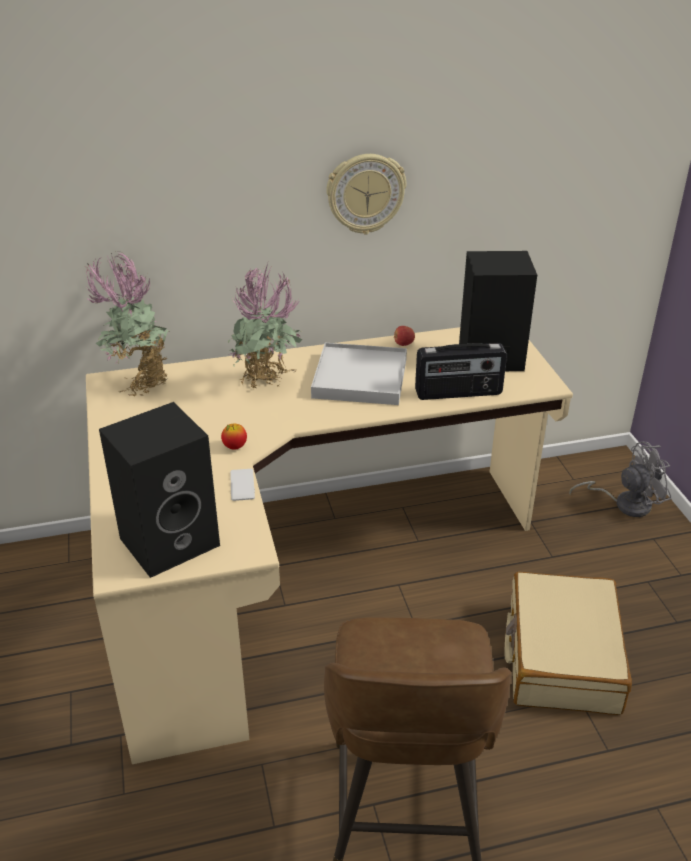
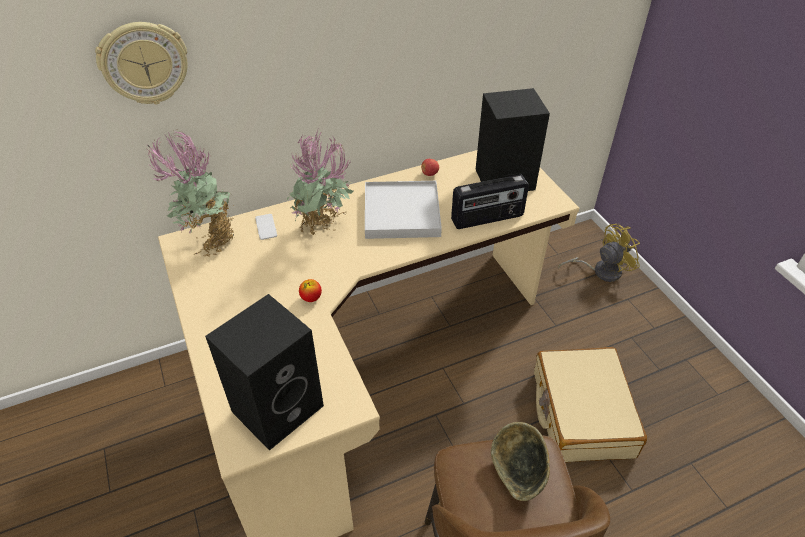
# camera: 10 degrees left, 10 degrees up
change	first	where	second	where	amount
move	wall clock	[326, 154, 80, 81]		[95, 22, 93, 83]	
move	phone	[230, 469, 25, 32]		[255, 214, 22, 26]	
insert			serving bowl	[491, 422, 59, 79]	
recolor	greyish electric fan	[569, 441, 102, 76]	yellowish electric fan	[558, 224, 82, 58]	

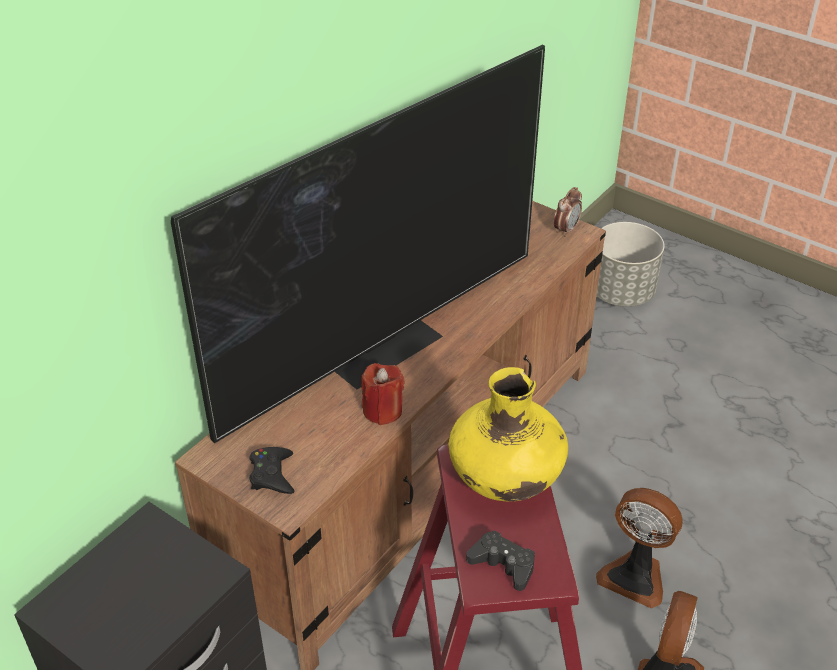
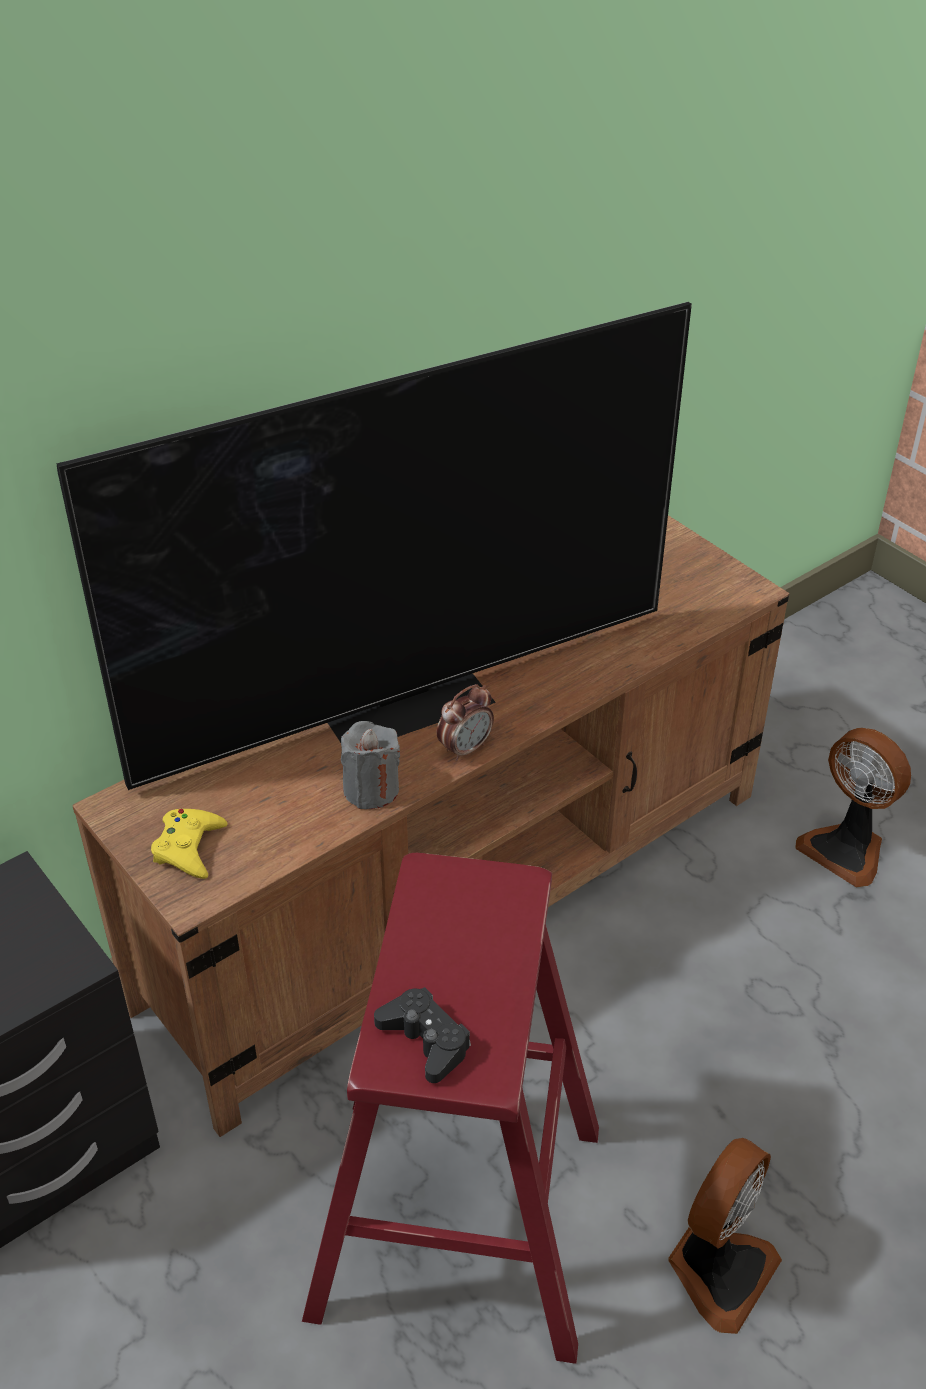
# camera: 15 degrees right, 0 degrees up
change	first	where	second	where	amount
recolor	blackish game controller	[249, 447, 45, 47]	yellowish game controller	[151, 809, 77, 70]	
recolor	reddish candle	[361, 363, 44, 62]	greyish candle	[341, 721, 59, 88]	
move	table clock	[554, 187, 28, 50]		[437, 684, 57, 78]	
move	electric fan	[596, 488, 87, 121]		[795, 728, 116, 160]	
delete	yellowish vase	[449, 367, 119, 135]			
delete	greyish flower pot	[597, 222, 68, 85]			

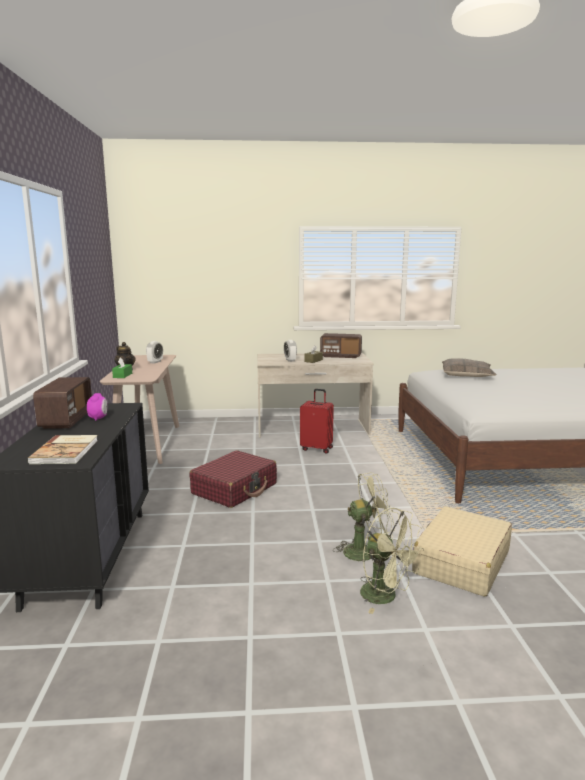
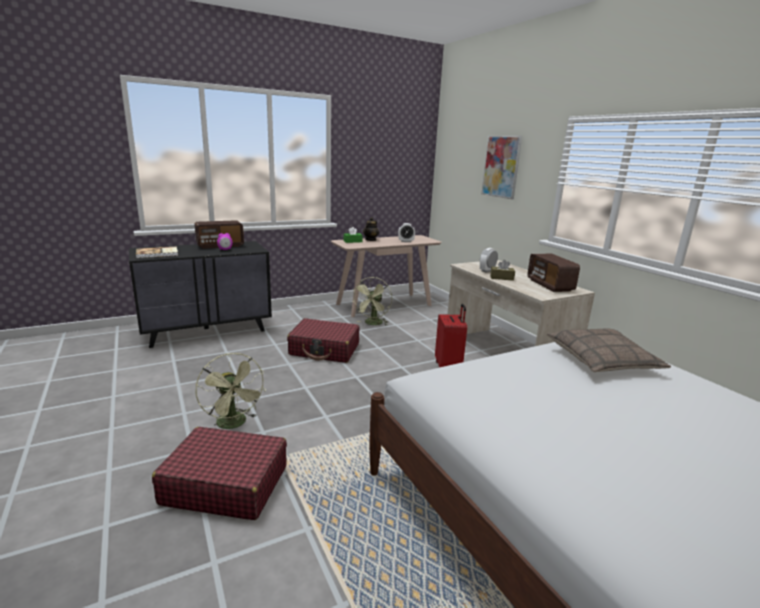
# camera: 65 degrees right, 5 degrees up
change	first	where	second	where	amount
recolor	sand-coloured piece of luggage	[412, 506, 100, 91]	reddish piece of luggage	[152, 427, 135, 93]	
move	green-coloured electric fan	[360, 508, 64, 106]		[353, 277, 39, 49]	
insert			picture	[481, 136, 41, 63]	

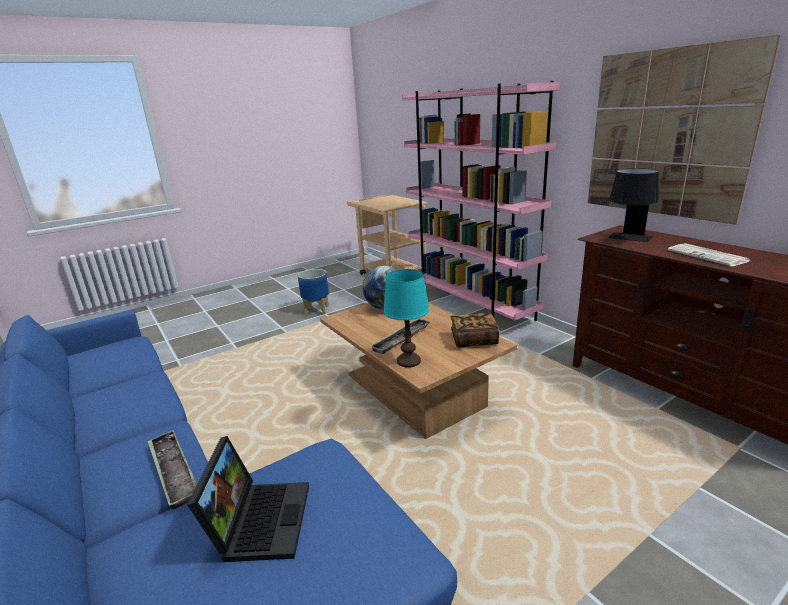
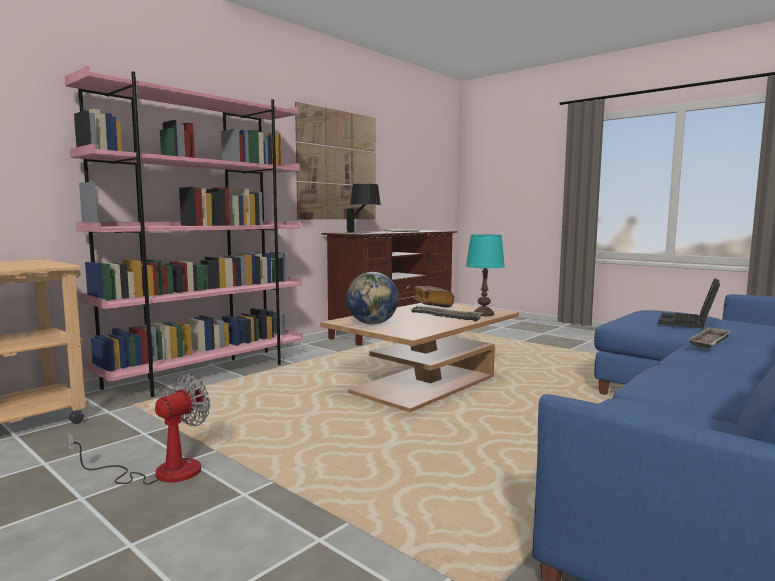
# camera: 105 degrees left, 15 degrees down
change	first	where	second	where	amount
replace	flower pot	[298, 269, 31, 46]	electric fan	[67, 374, 143, 111]	
rotate	portable computer	[187, 436, 122, 126]		[658, 278, 62, 50]	45 degrees counterclockwise

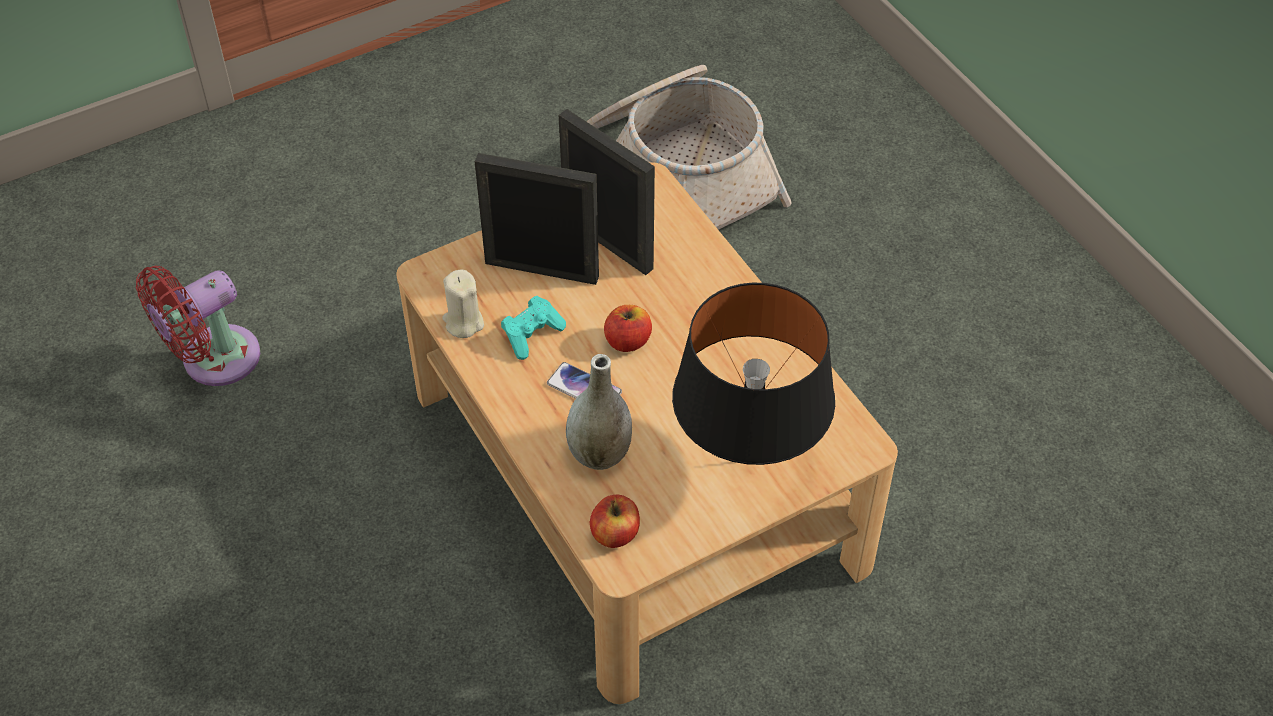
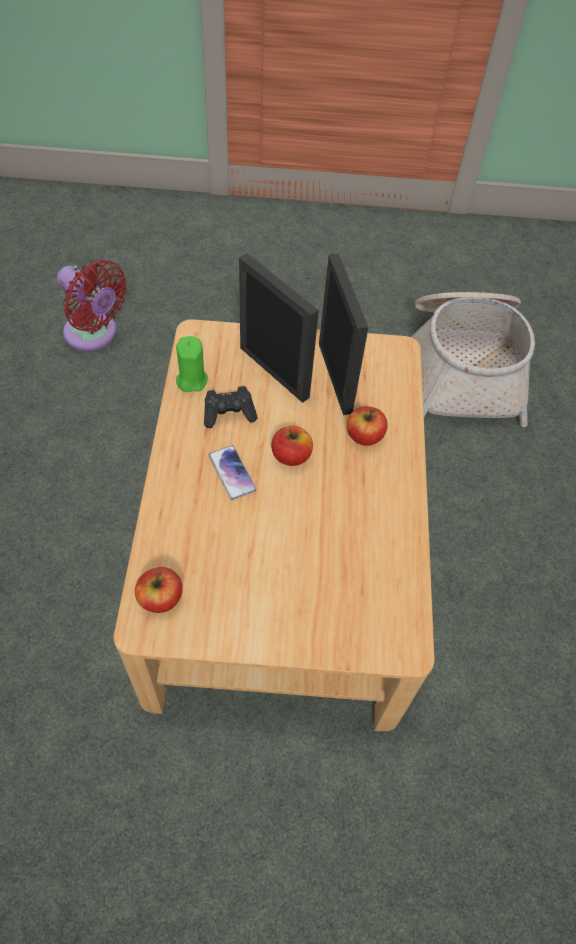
# camera: 30 degrees right, 5 degrees up
change	first	where	second	where	amount
rotate	reddish electric fan	[136, 266, 124, 120]		[57, 260, 70, 91]	135 degrees counterclockwise
recolor	sand-coloured candle	[442, 270, 42, 68]	green-coloured candle	[176, 336, 32, 56]	
recolor	blue-green game controller	[501, 296, 65, 64]	blackish game controller	[204, 386, 54, 42]	
insert			apple	[347, 406, 41, 40]	
delete	greyish vase	[566, 354, 66, 116]			
delete	blackish lamp for a table	[672, 283, 163, 182]			

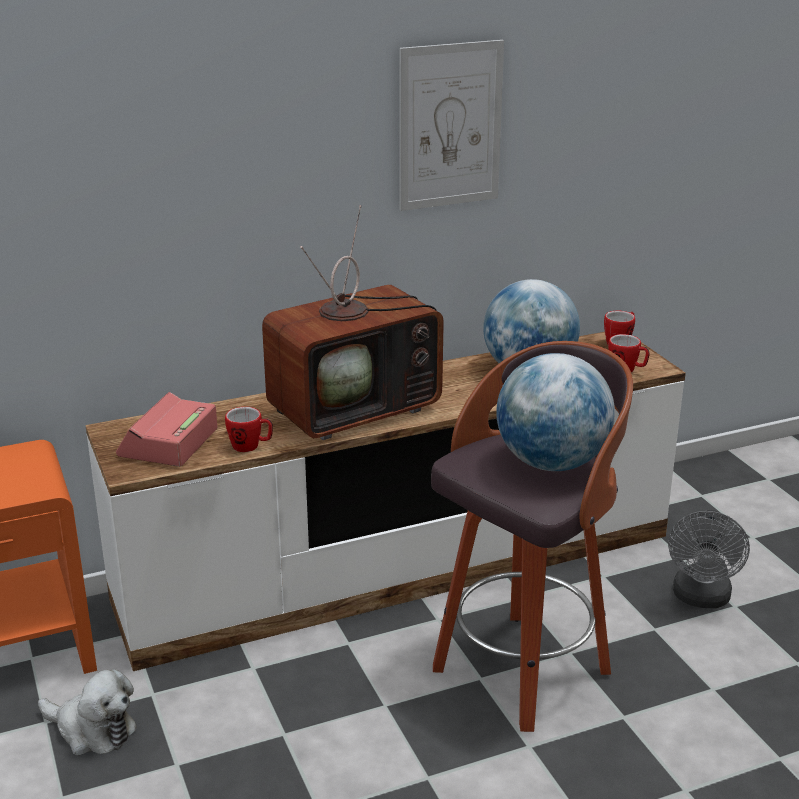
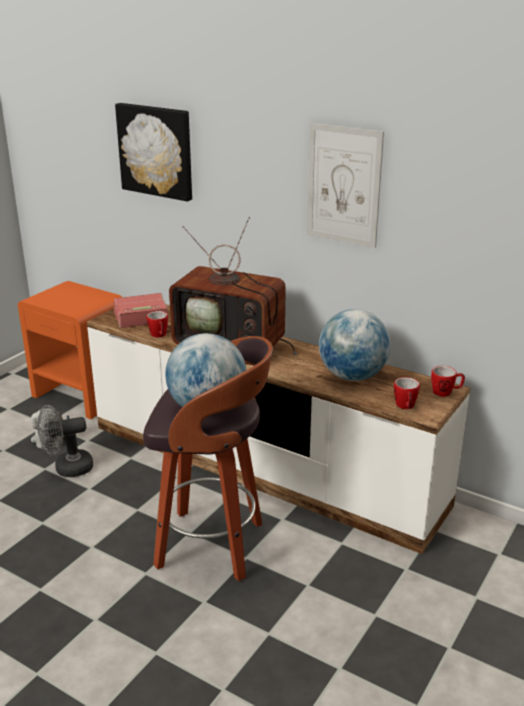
# camera: 55 degrees right, 0 degrees up
change	first	where	second	where	amount
move	greyish electric fan	[668, 510, 82, 98]		[37, 405, 56, 72]	
insert			picture	[115, 103, 77, 98]	

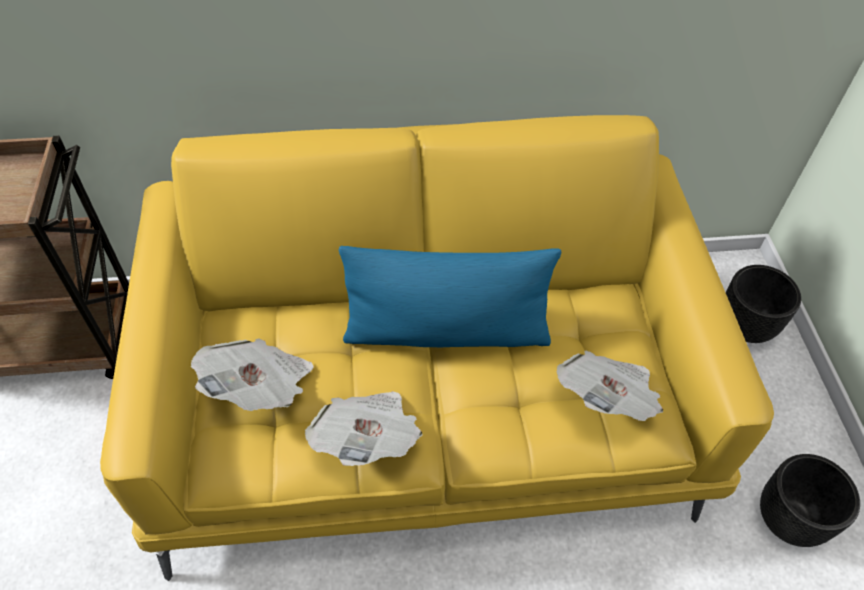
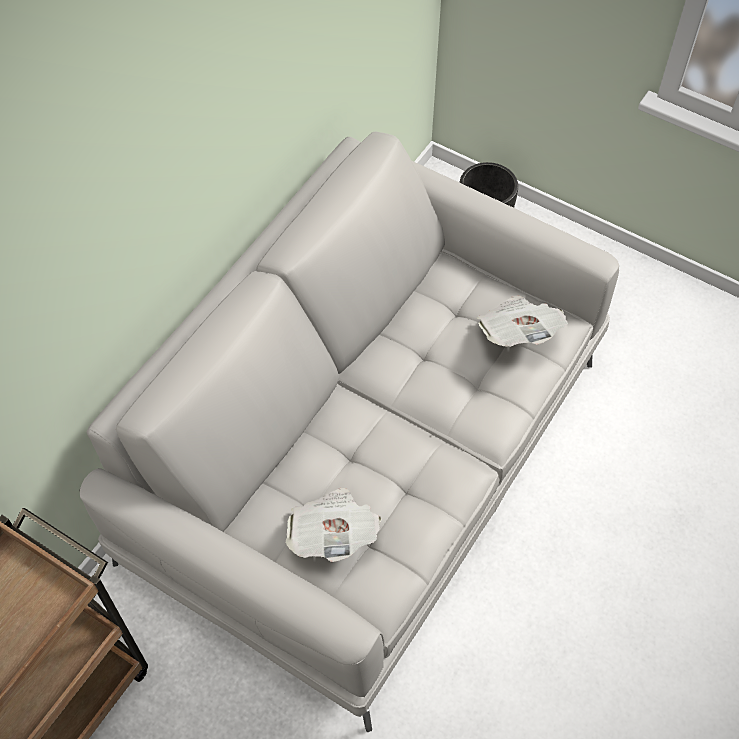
# camera: 50 degrees left, 5 degrees up
change	first	where	second	where	amount
recolor	yellowish settee	[100, 115, 674, 466]	greyish settee	[79, 131, 540, 601]	
delete	daily paper	[305, 391, 117, 75]			
delete	blue throw pillow	[339, 246, 223, 101]			
delete	blackish flower pot	[760, 454, 100, 93]			

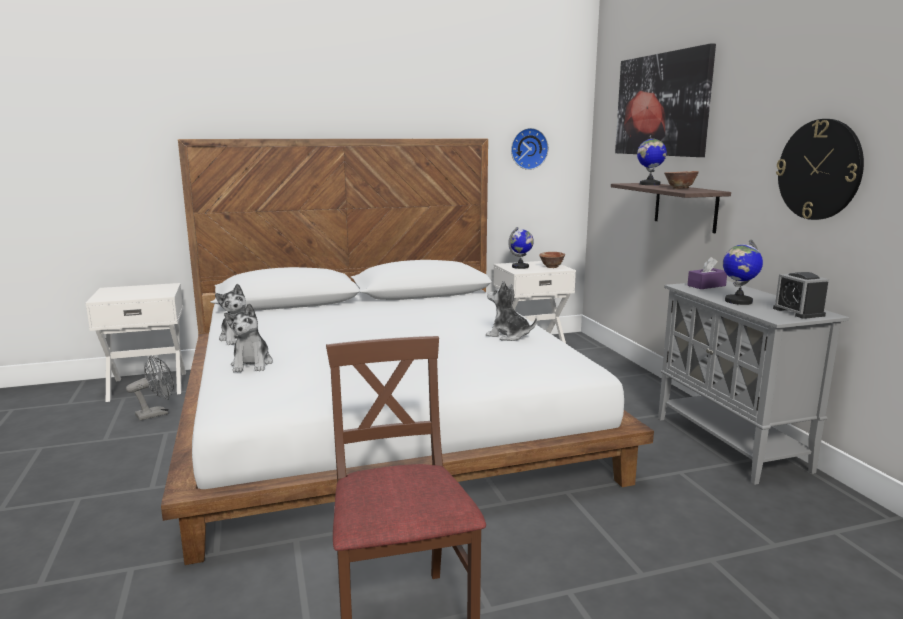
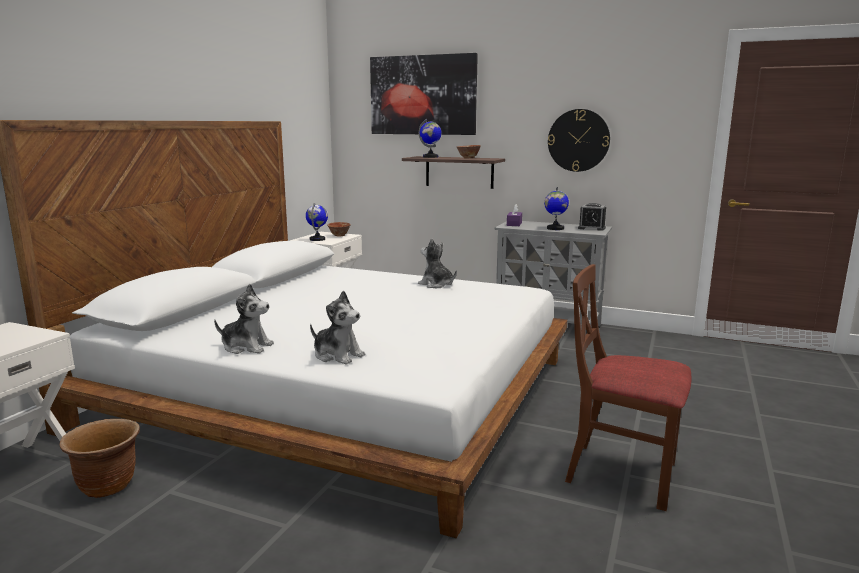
# camera: 50 degrees left, 0 degrees up
change	first	where	second	where	amount
replace	greyish electric fan	[126, 356, 48, 64]	brownish flower pot	[60, 419, 80, 79]	
rotate	cuddly toy	[486, 281, 51, 60]		[418, 238, 39, 50]	60 degrees clockwise
delete	wall clock	[511, 128, 38, 42]			

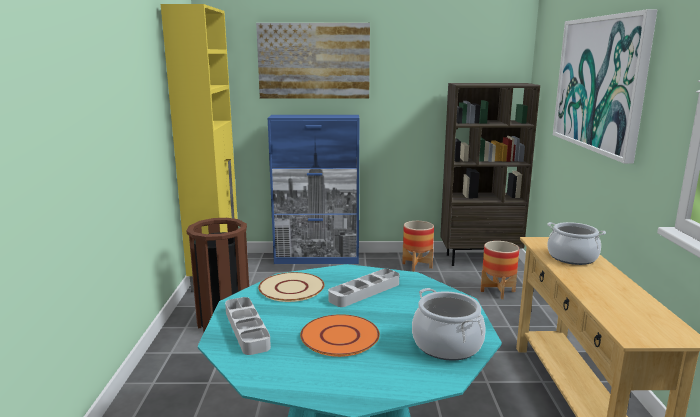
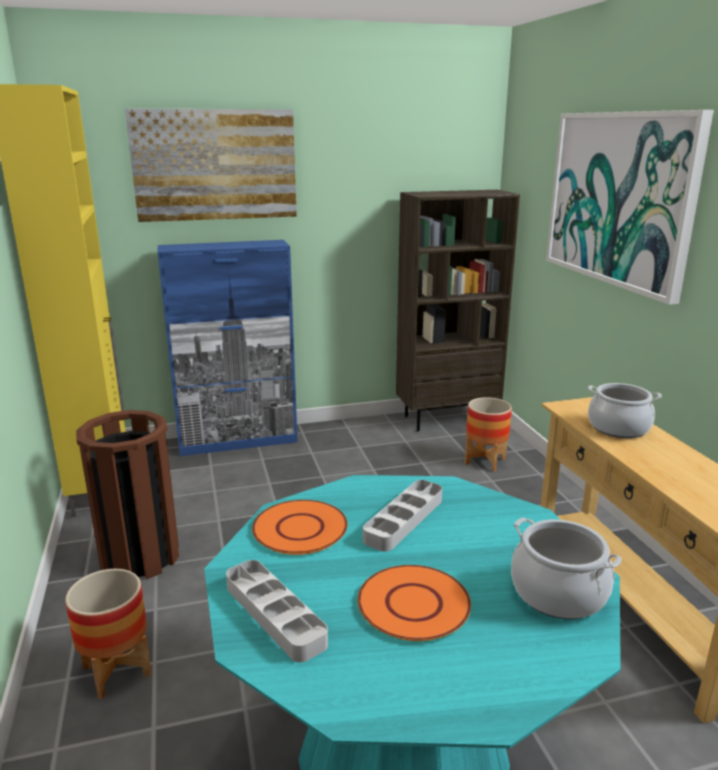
# camera: 15 degrees left, 5 degrees up
change	first	where	second	where	amount
move	flower pot	[402, 221, 32, 51]		[65, 569, 87, 130]	
recolor	sand-coloured flat dish	[258, 272, 66, 30]	orange-coloured flat dish	[252, 500, 96, 55]	

